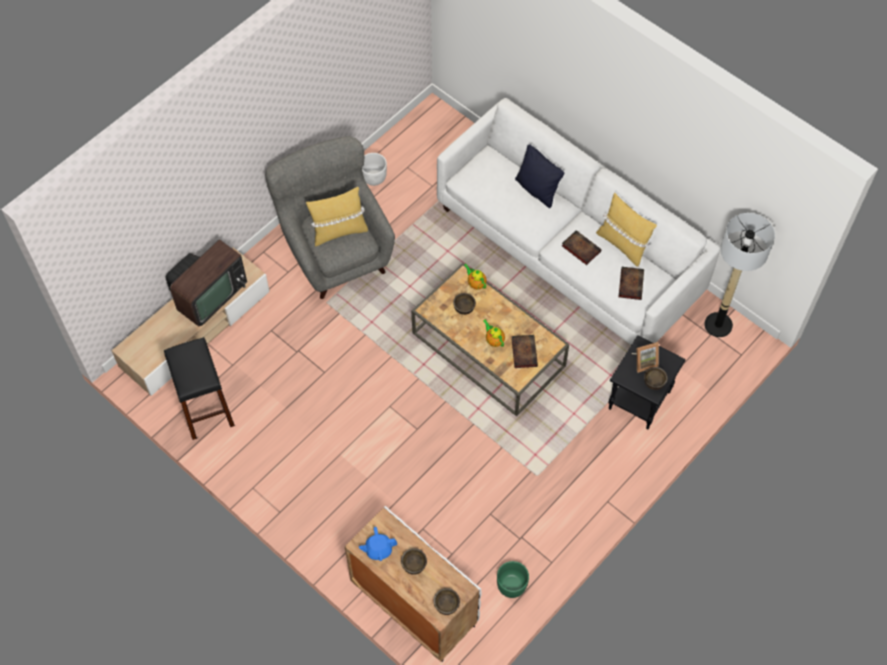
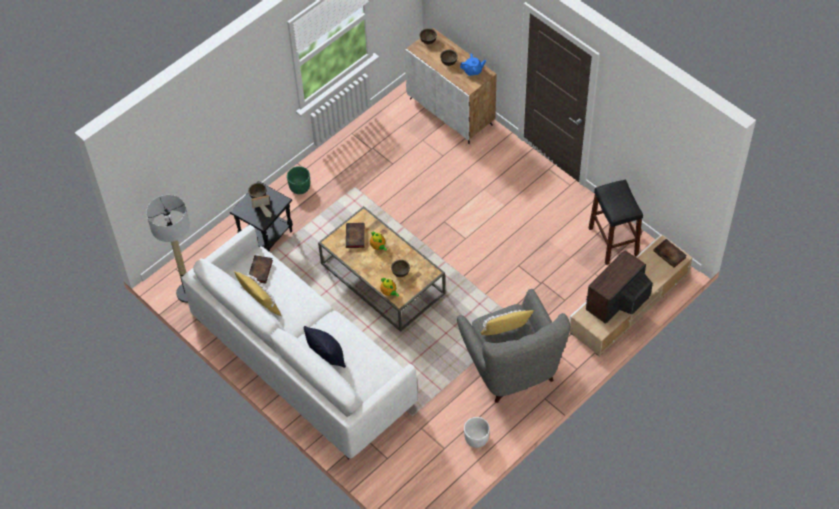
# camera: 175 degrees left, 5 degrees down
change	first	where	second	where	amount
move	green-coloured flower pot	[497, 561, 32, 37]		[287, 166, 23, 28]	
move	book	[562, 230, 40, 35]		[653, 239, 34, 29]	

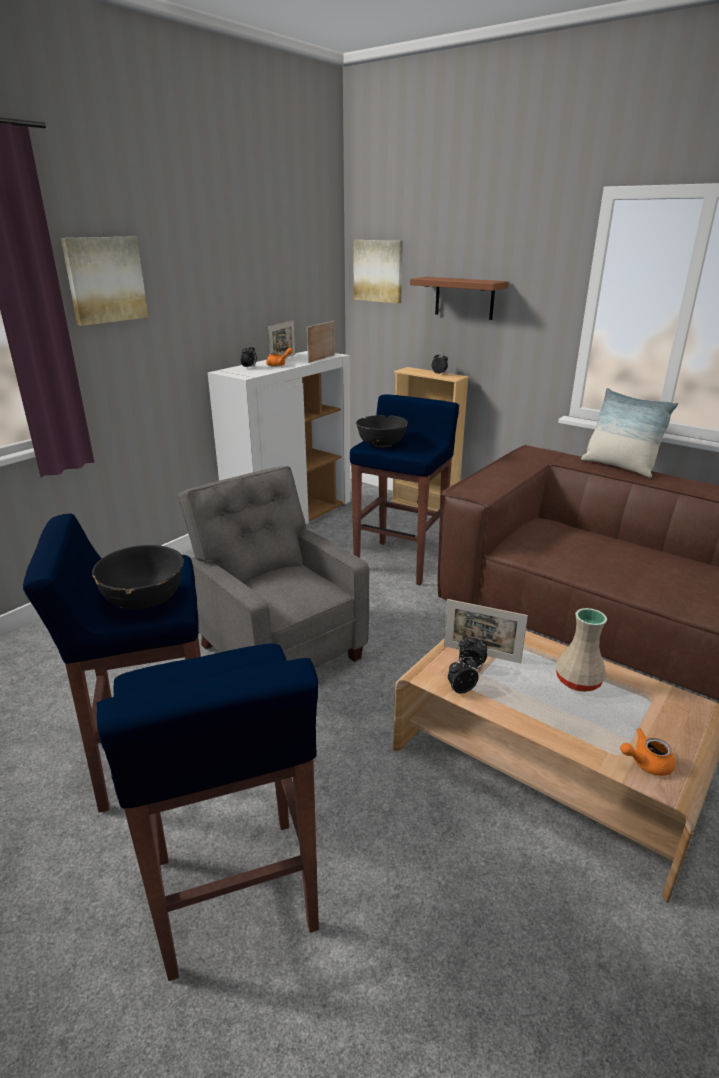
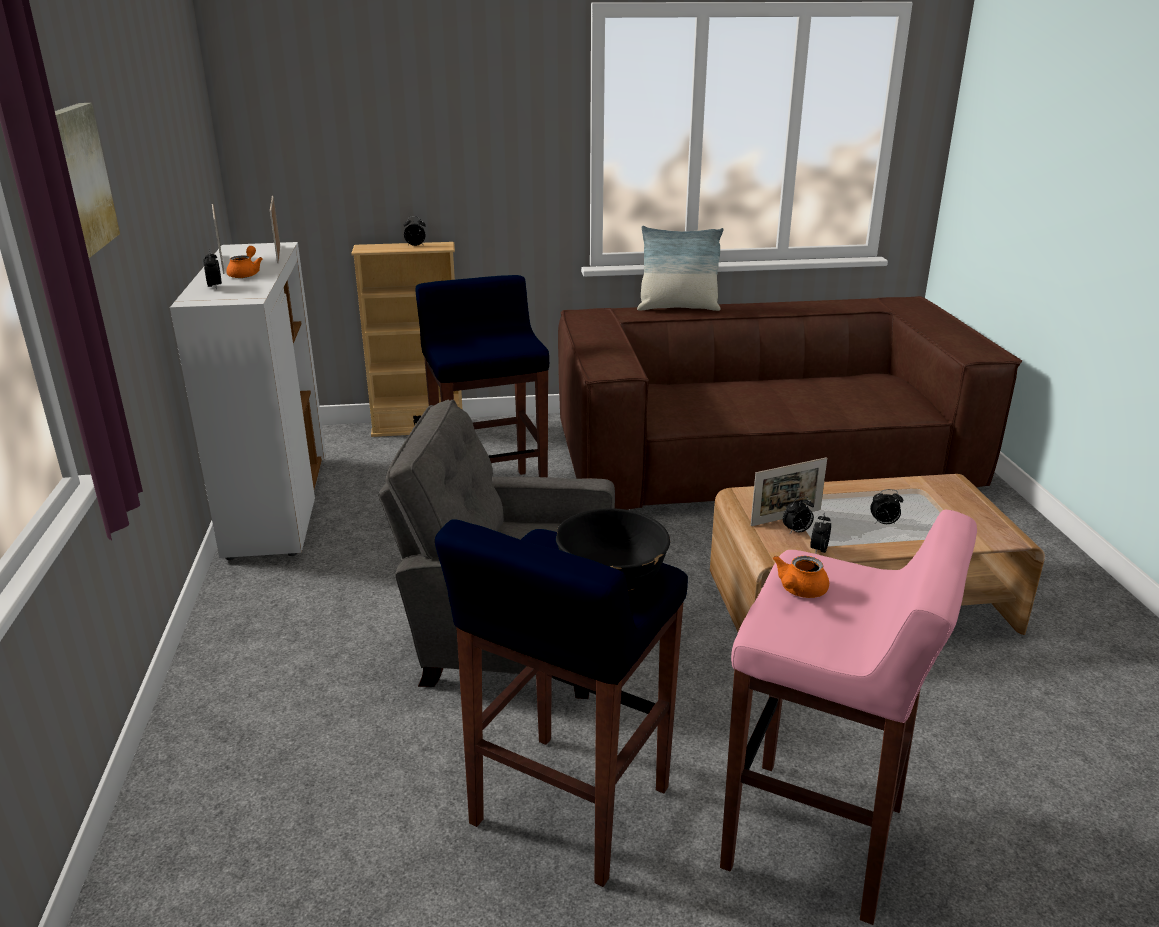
# camera: 45 degrees left, 0 degrees up
change	first	where	second	where	amount
recolor	blue stool seat	[97, 643, 222, 338]	pink stool seat	[720, 510, 257, 415]	
move	orange-coloured pot for tea	[620, 728, 55, 48]		[773, 556, 56, 42]	
insert			table clock	[870, 489, 33, 35]	
delete	picture	[353, 240, 50, 64]			
delete	blackish serving bowl	[356, 415, 52, 33]			
delete	brownish shelf	[410, 277, 98, 43]			
delete	sand-coloured vase	[556, 608, 51, 84]			

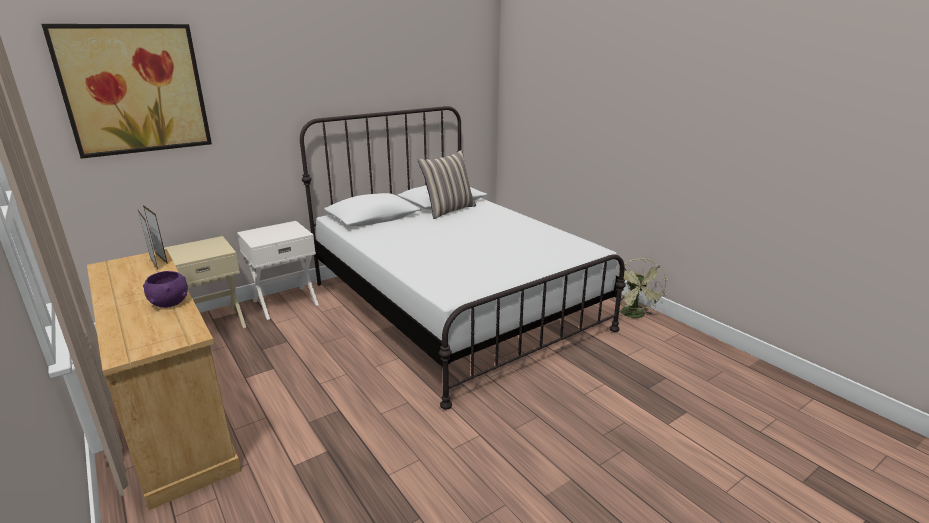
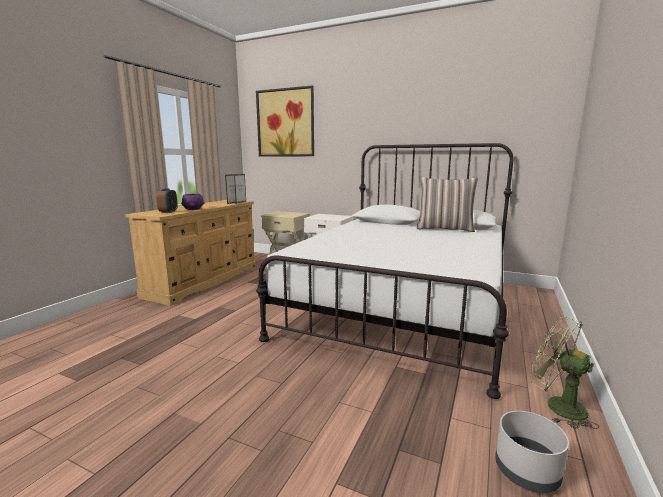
# camera: 60 degrees right, 10 degrees down
change	first	where	second	where	amount
insert			table clock	[156, 188, 22, 25]	
insert			greyish flower pot	[495, 411, 74, 82]	
rotate	green-coloured electric fan	[616, 258, 52, 60]		[530, 316, 69, 113]	75 degrees clockwise

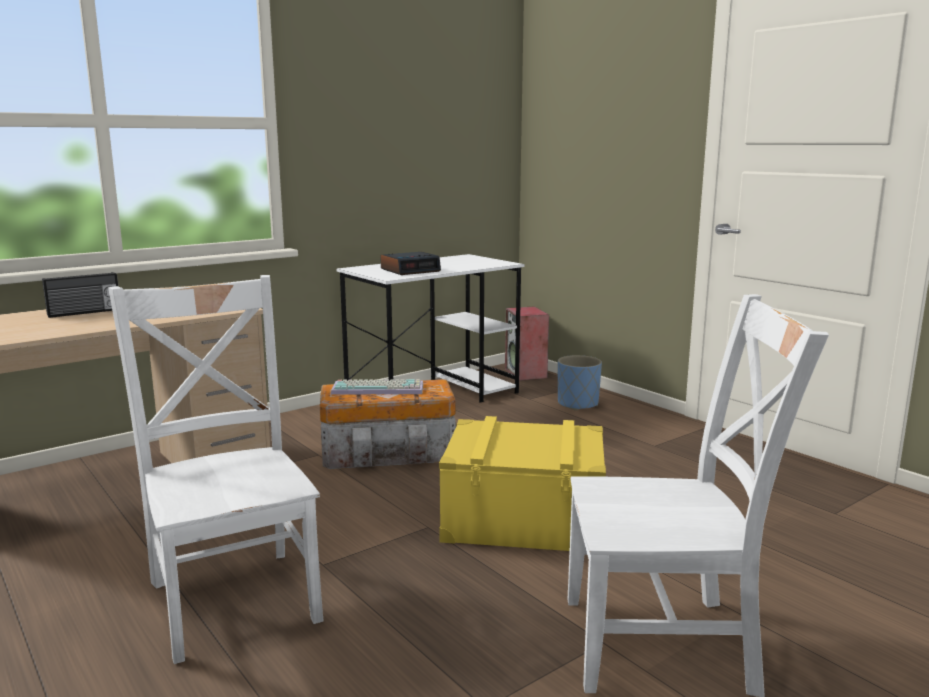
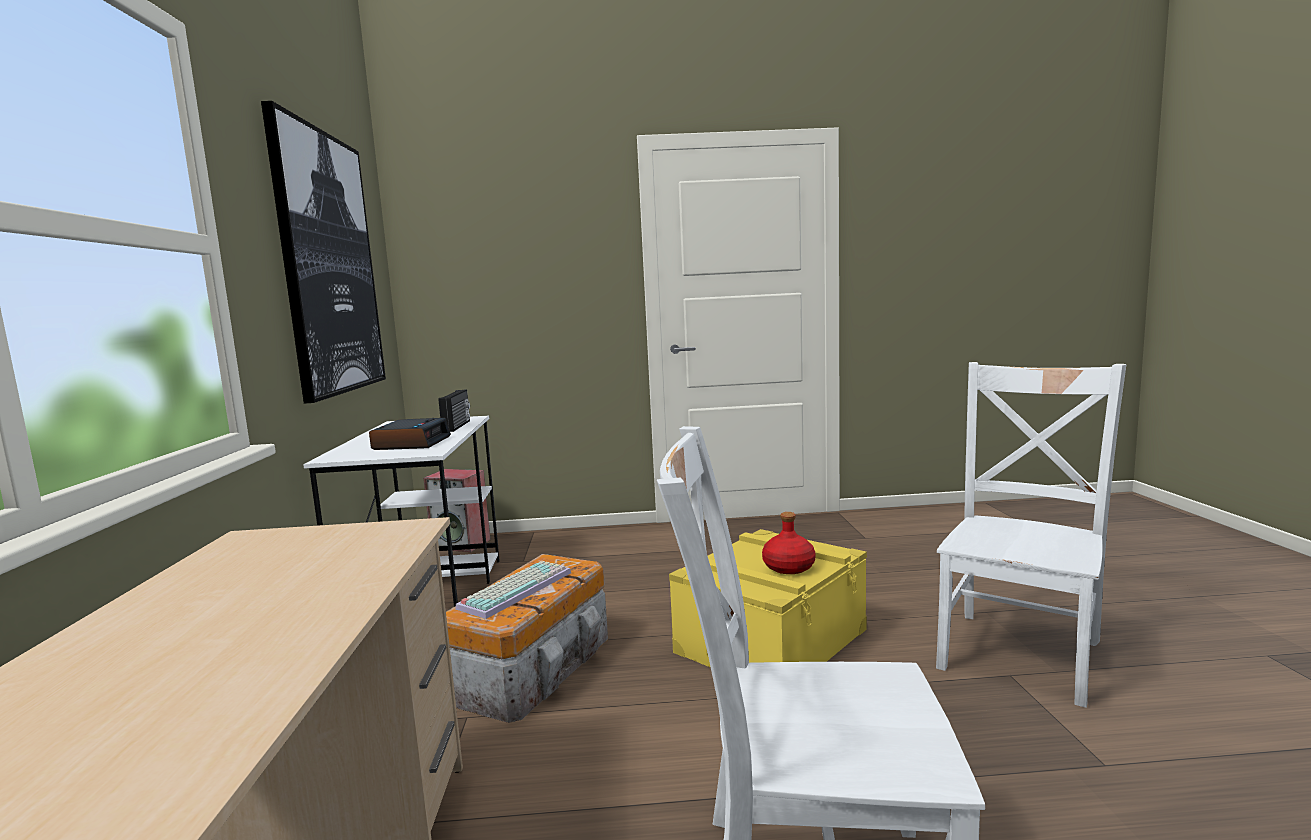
# camera: 55 degrees left, 5 degrees down
change	first	where	second	where	amount
insert			picture	[261, 101, 125, 303]	
move	radio	[42, 272, 76, 46]		[438, 389, 32, 43]	
insert			reddish bottle	[762, 512, 54, 62]	
delete	blue flower pot	[558, 355, 44, 56]			

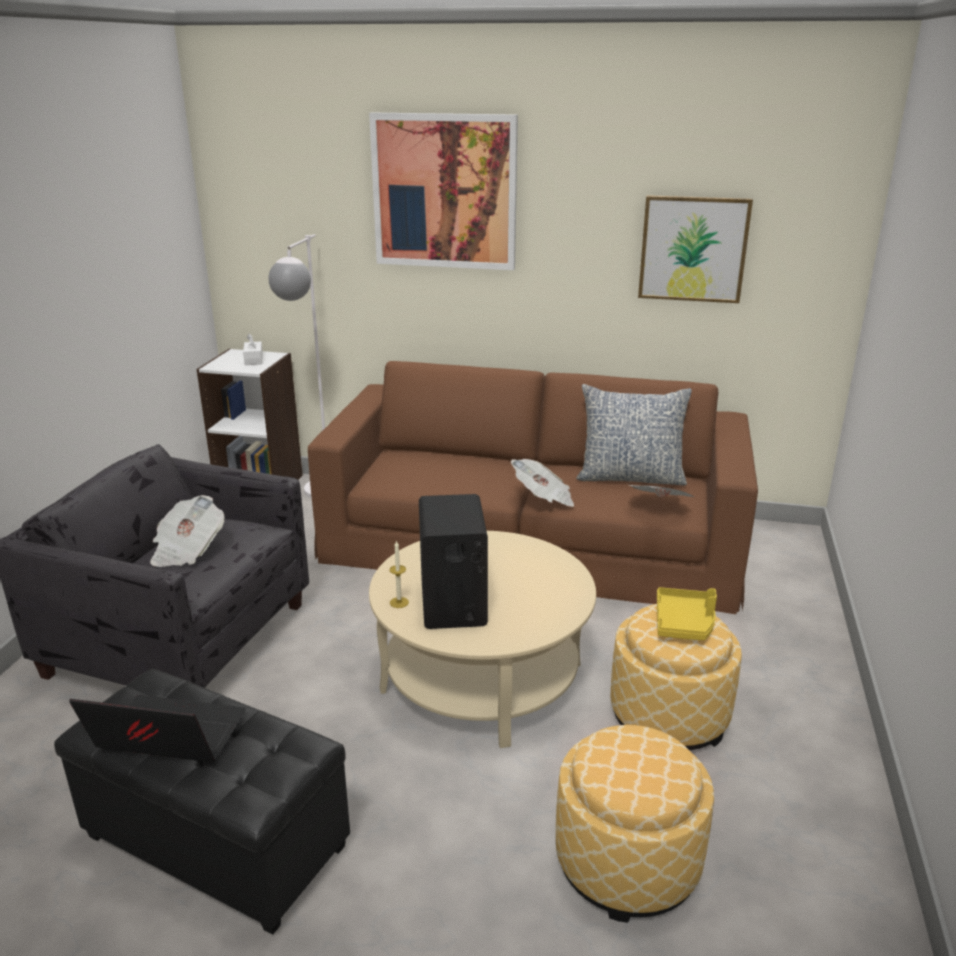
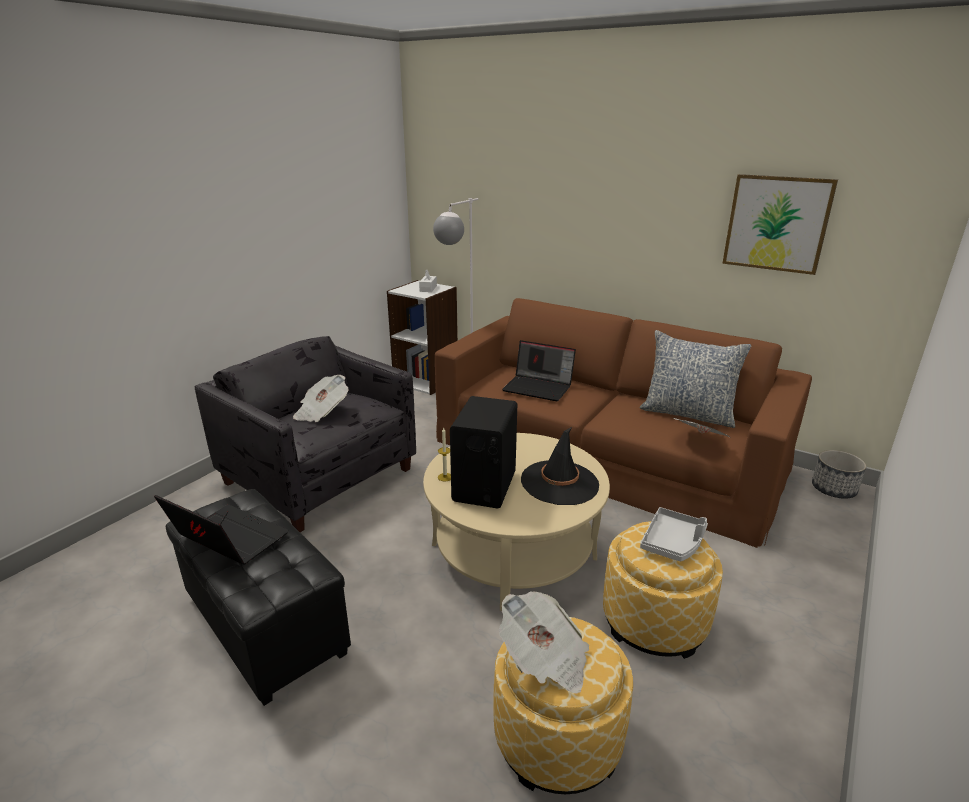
# camera: 20 degrees right, 0 degrees up
change	first	where	second	where	amount
move	daily paper	[511, 459, 63, 48]		[499, 591, 90, 103]	
insert			portable computer	[502, 340, 74, 61]	
insert			blackish hat	[521, 426, 78, 79]	
recolor	yellowish serving tray	[657, 587, 60, 53]	greyish serving tray	[640, 507, 68, 55]	
insert			flower pot	[812, 450, 54, 49]	
delete	picture	[369, 113, 149, 157]			

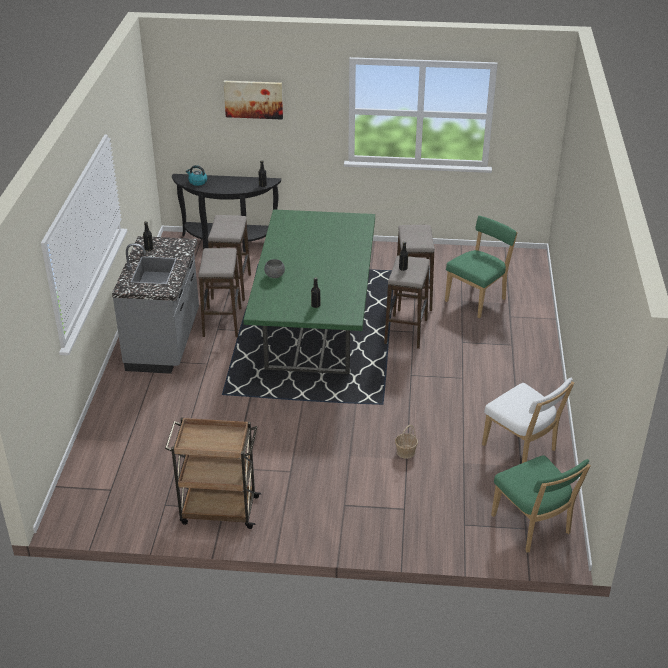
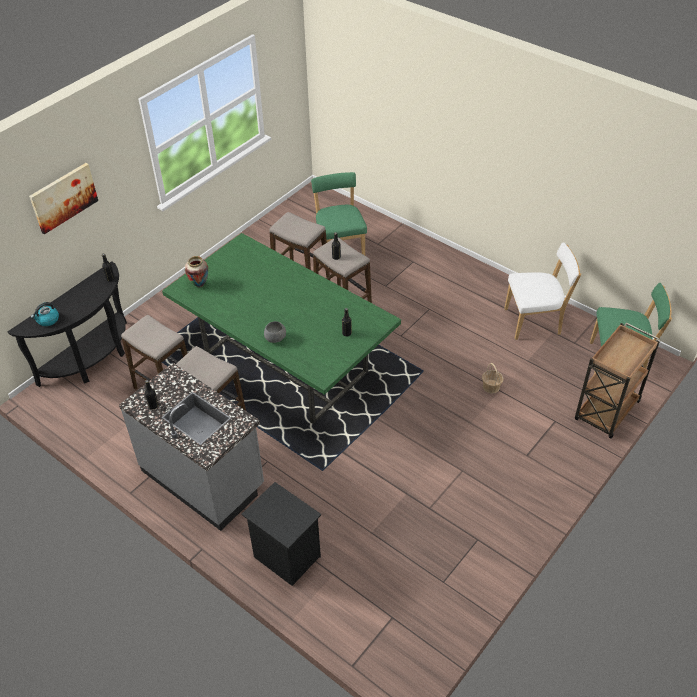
# camera: 55 degrees left, 10 degrees up
change	first	where	second	where	amount
insert			vase	[185, 256, 23, 31]	
insert			blackish night table	[242, 482, 79, 104]	
move	brownish trolley	[165, 417, 97, 112]		[575, 323, 85, 116]	

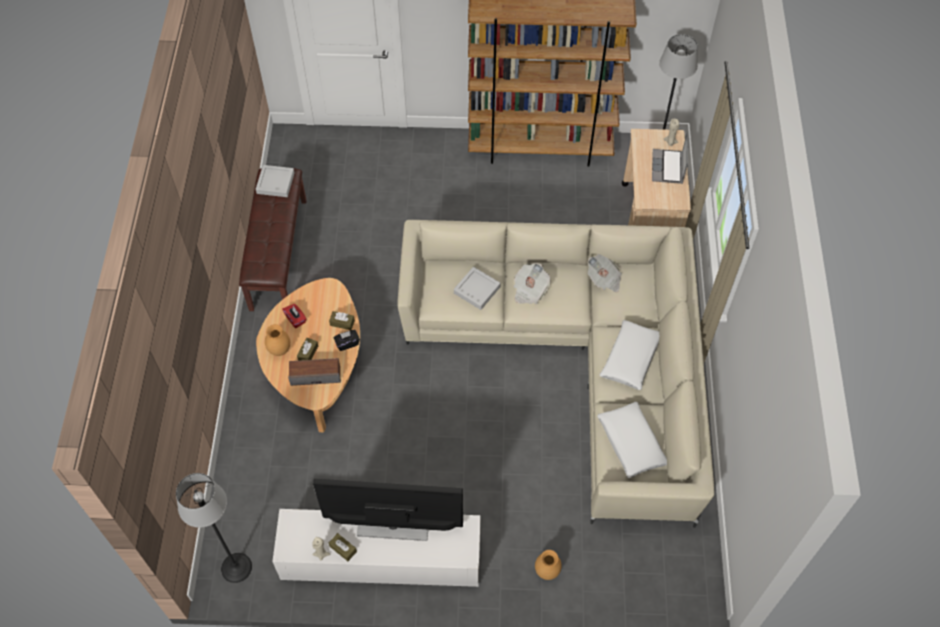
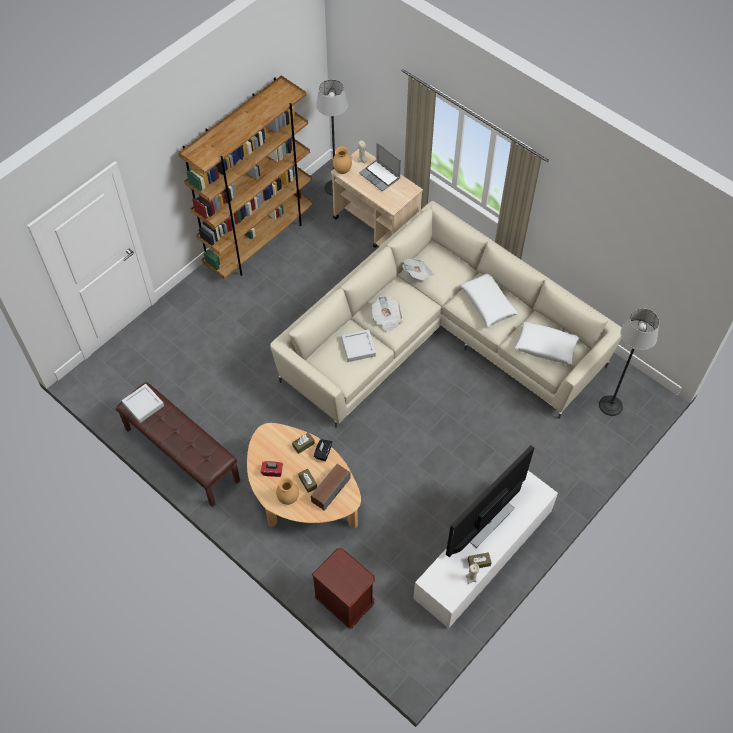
# camera: 50 degrees left, 0 degrees up
change	first	where	second	where	amount
insert			brownish night table	[312, 548, 63, 82]	
move	brownish vase	[535, 550, 27, 30]		[333, 146, 19, 28]	
move	floor lamp	[176, 473, 76, 110]		[599, 309, 60, 107]	

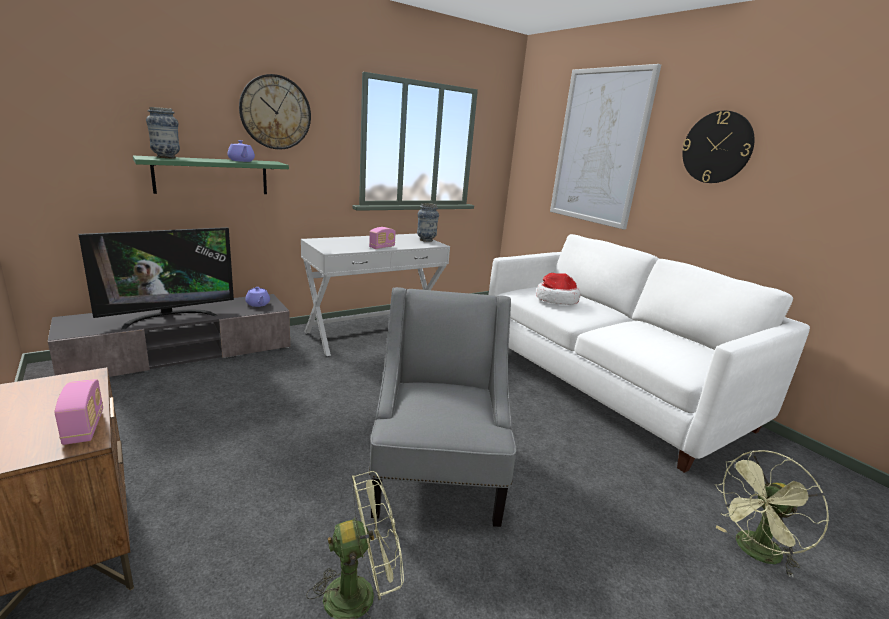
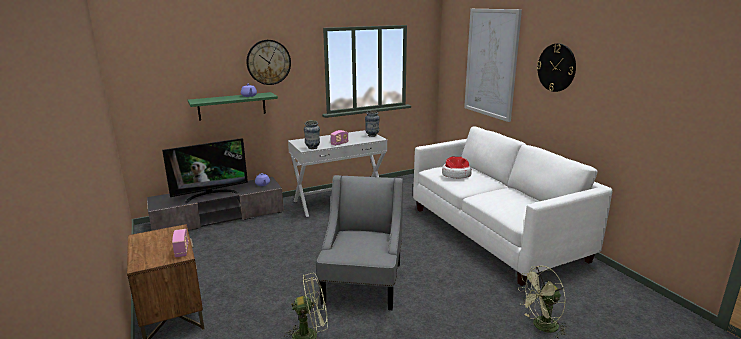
# camera: 10 degrees right, 0 degrees up
change	first	where	second	where	amount
move	vase	[146, 107, 34, 51]		[304, 120, 16, 29]	

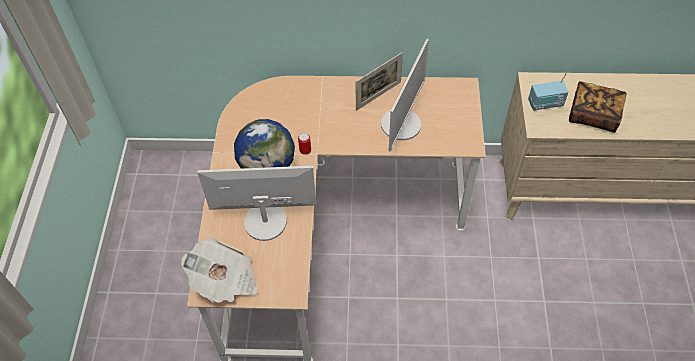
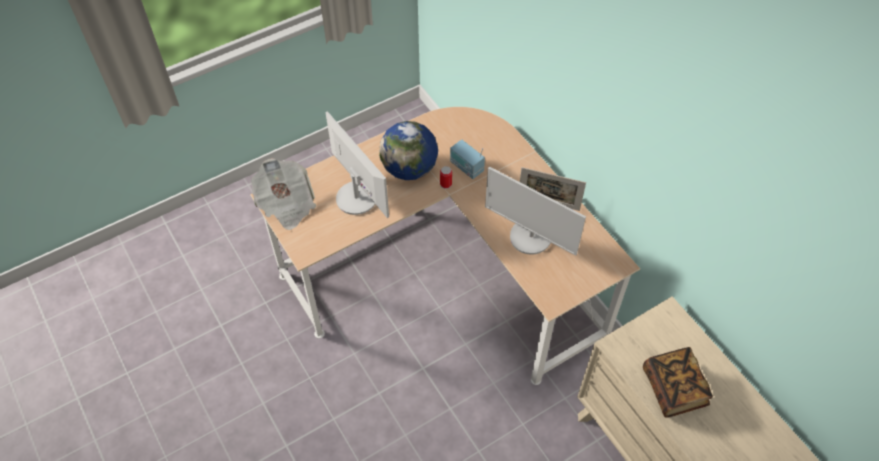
# camera: 55 degrees right, 0 degrees up
change	first	where	second	where	amount
move	radio	[528, 72, 40, 39]		[450, 139, 35, 40]	
rotate	monitor	[381, 39, 48, 113]		[485, 167, 101, 89]	45 degrees clockwise

